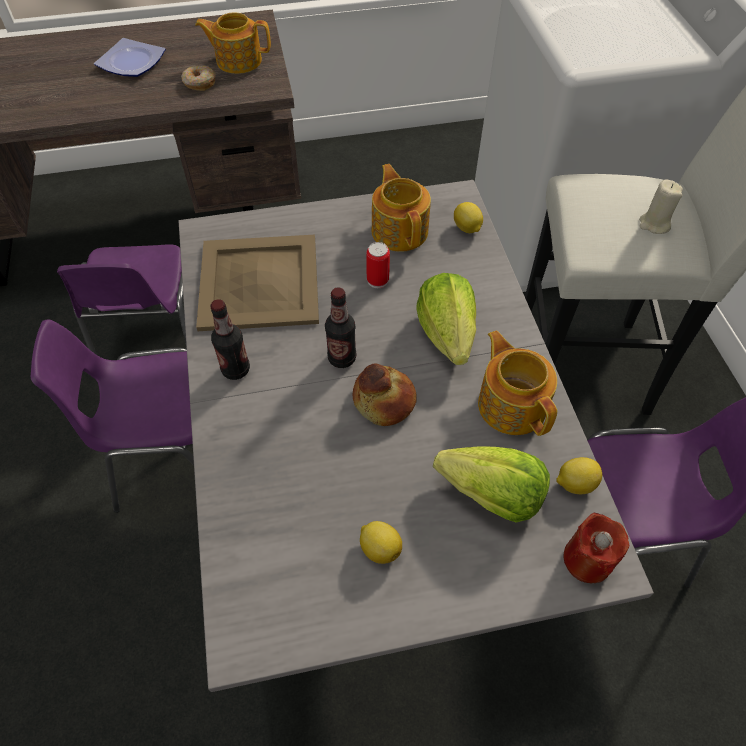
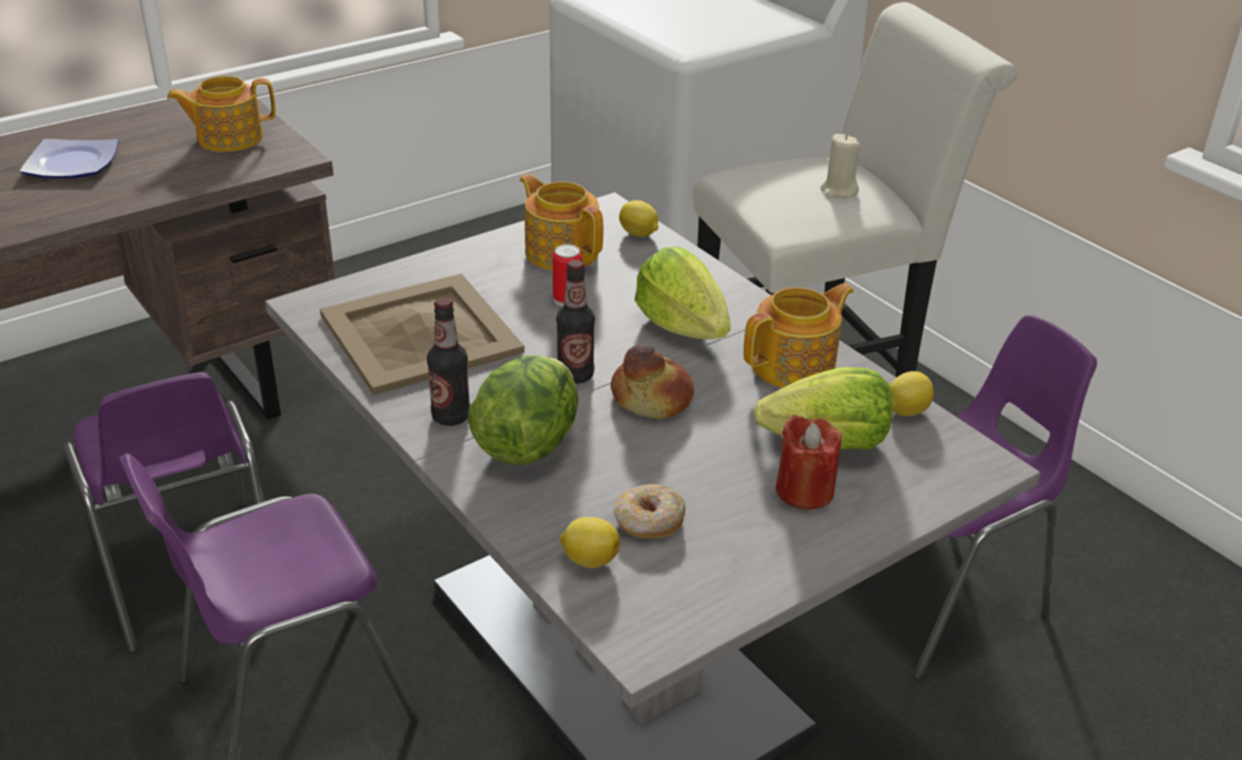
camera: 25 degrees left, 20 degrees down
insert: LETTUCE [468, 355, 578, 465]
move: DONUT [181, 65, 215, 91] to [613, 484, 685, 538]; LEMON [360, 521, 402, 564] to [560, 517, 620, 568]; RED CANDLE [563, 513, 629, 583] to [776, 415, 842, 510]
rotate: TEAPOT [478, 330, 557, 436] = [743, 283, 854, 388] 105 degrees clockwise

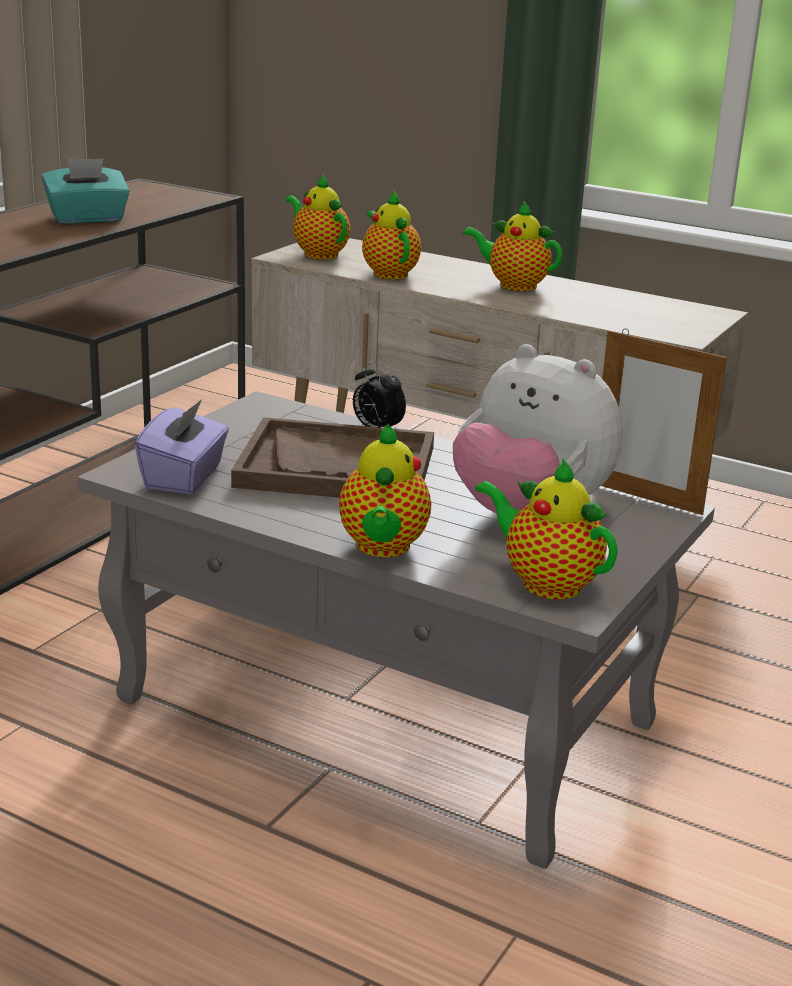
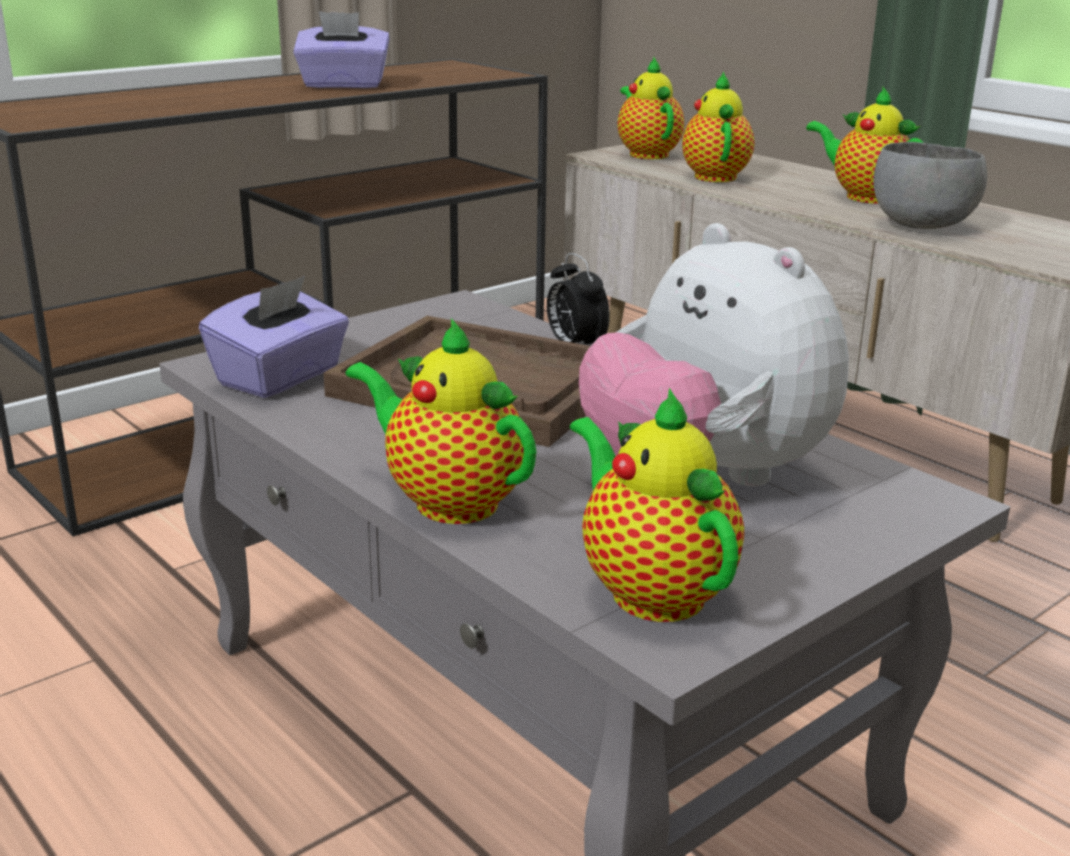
camera: 20 degrees right, 0 degrees up
delete: PICTURE FRAME [601, 329, 727, 515]
insert: GREY BOWL [873, 142, 987, 229]
recolor: TURQUOISE TISSUE BOX [42, 158, 130, 224] to PURPLE TISSUE BOX [293, 11, 390, 88]
rotate: TEAPOT [339, 424, 431, 557] = [346, 318, 536, 524] 105 degrees clockwise

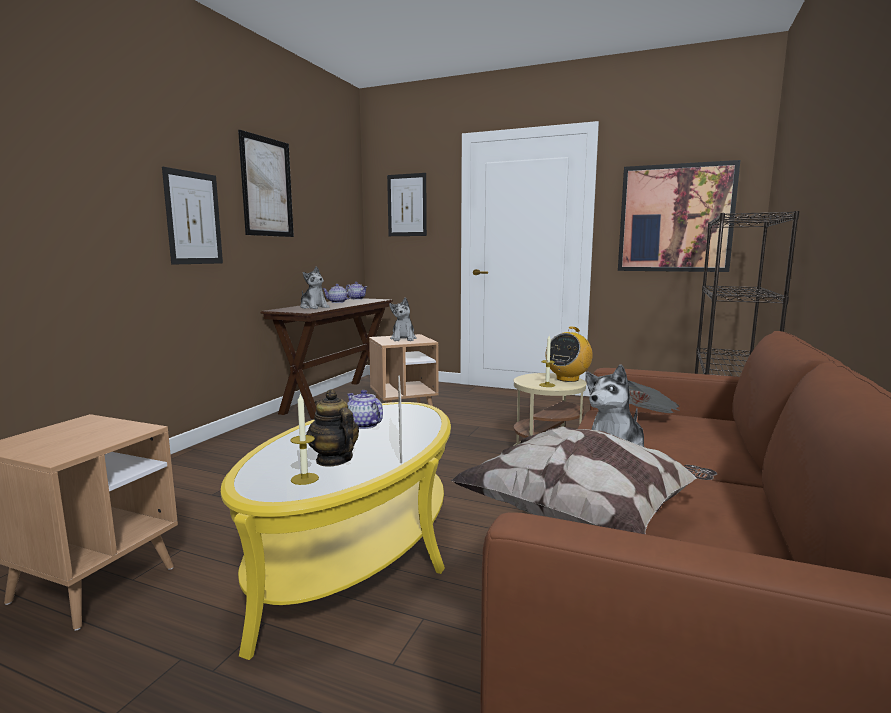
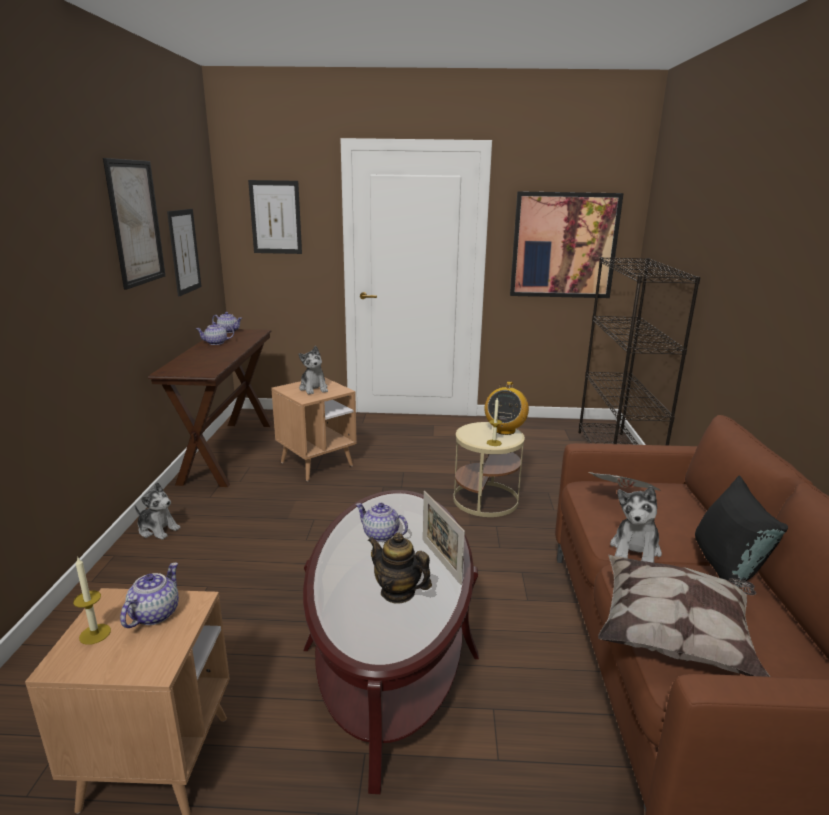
camera: 20 degrees left, 10 degrees up
insert: TEAPOT [120, 562, 179, 628]; BLACK PILLOW [695, 475, 788, 587]
move: PICTURE [162, 167, 223, 265] to [167, 209, 202, 297]; CANDLE [290, 394, 319, 485] to [73, 556, 111, 645]; PLUSH TOY [300, 266, 330, 309] to [135, 482, 181, 540]
recolor: YELLOW COFFEE TABLE [221, 402, 451, 660] to BROWN COFFEE TABLE [303, 490, 479, 794]

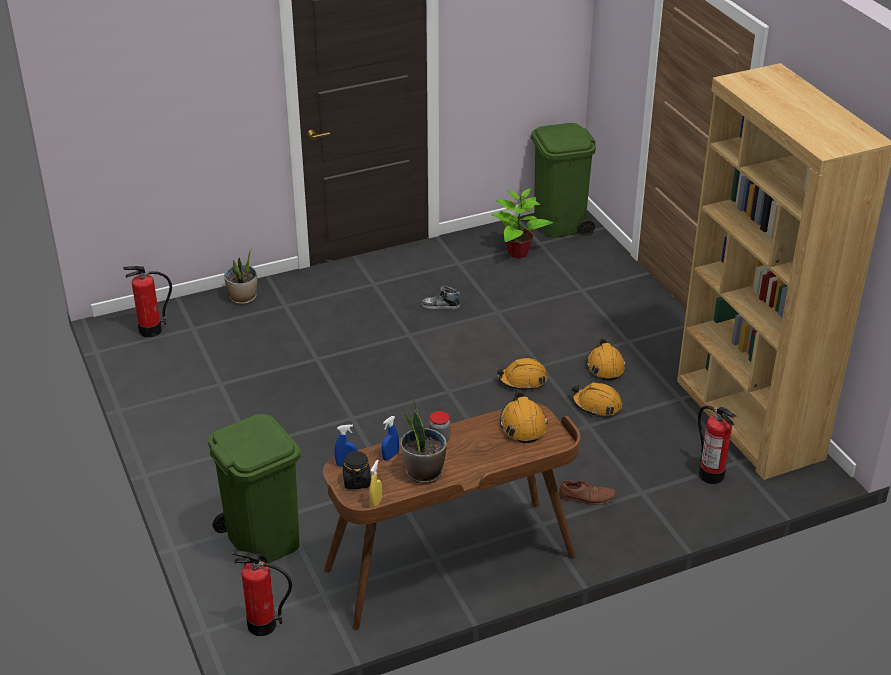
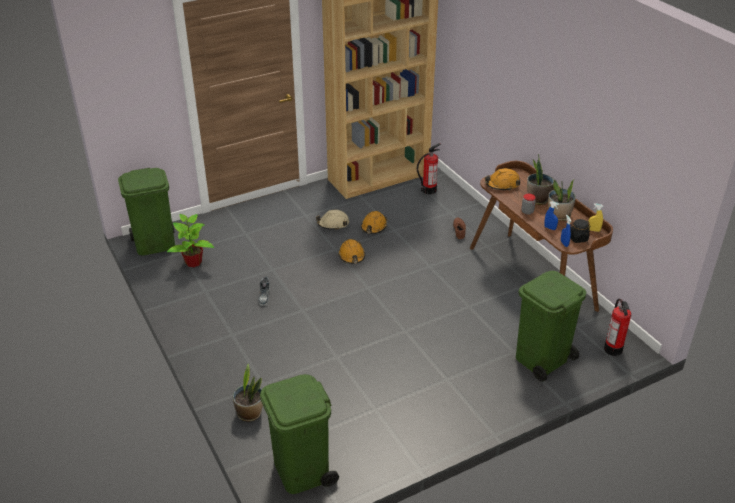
camera: 95 degrees left, 0 degrees up
insert: POTTED PLANT [527, 154, 554, 205]
replace: FIRE EXTINGUISHER [123, 266, 172, 338] to GREEN TRASH CAN [260, 374, 339, 494]
recolor: ORANGE HARD HAT [586, 338, 626, 380] to BEIGE HARD HAT [316, 210, 349, 230]

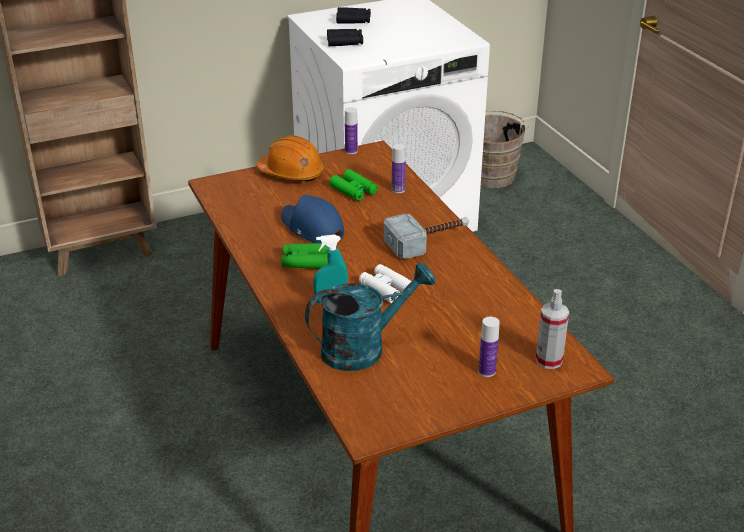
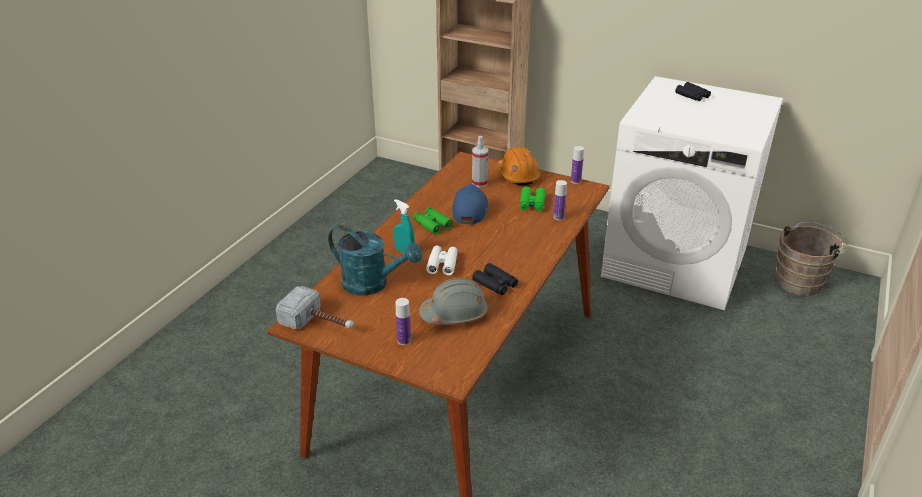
camera: 50 degrees right, 0 degrees up
insert: GREY HARD HAT [419, 278, 489, 325]
move: BLACK BINOCULARS [327, 29, 363, 46] to [472, 263, 518, 295]; HAMMER [384, 214, 469, 259] to [276, 286, 354, 329]; SPRAY BOTTLE [536, 289, 569, 369] to [472, 136, 488, 187]

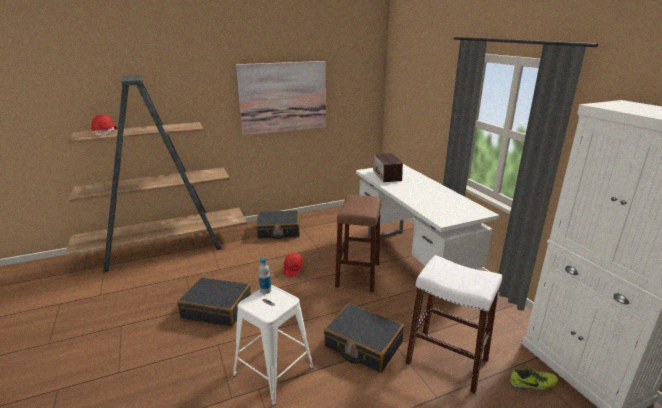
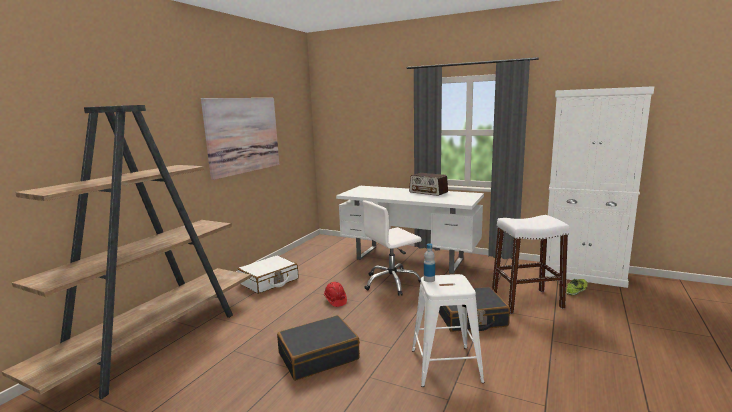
camera: 40 degrees left, 10 degrees down
delete: RED HARD HAT [91, 115, 118, 137]
move: RADIO [373, 153, 403, 182] to [409, 173, 448, 196]
replace: BROWN STOOL [335, 195, 381, 292] to WHITE OFFICE CHAIR [363, 200, 422, 296]
recolor: BLACK SUITCASE [256, 210, 300, 239] to WHITE SUITCASE [237, 255, 299, 294]

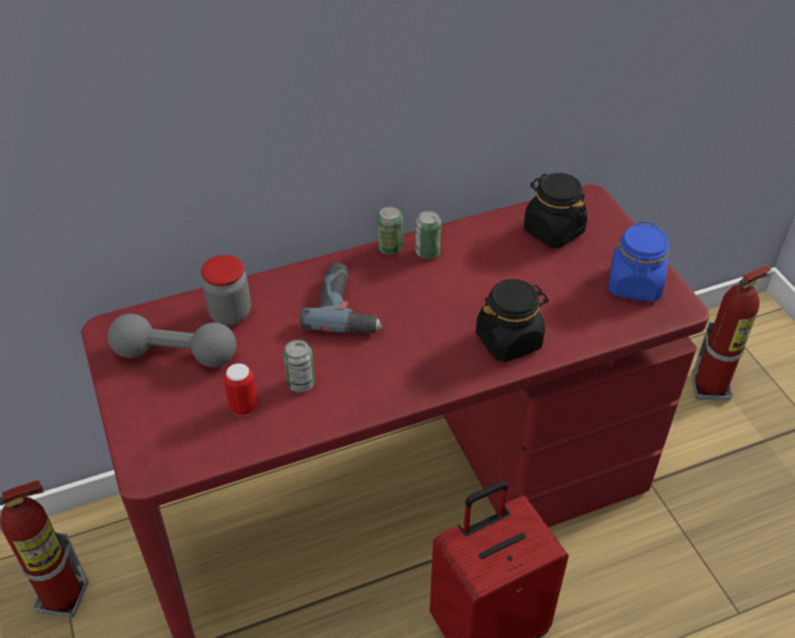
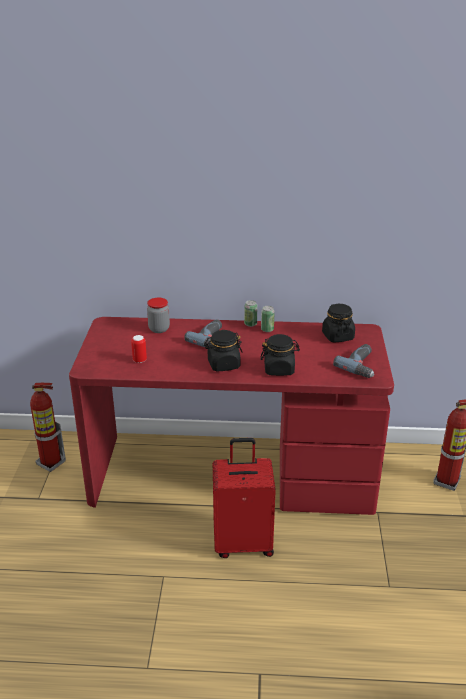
camera: 25 degrees right, 15 degrees down
delete: GREY DUMBBELL [108, 314, 237, 367]; CAN [283, 339, 315, 392]
insert: BLACK JAR [204, 330, 243, 371]
replace: BLUE JAR [608, 221, 670, 302] to POWER DRILL [333, 344, 374, 378]

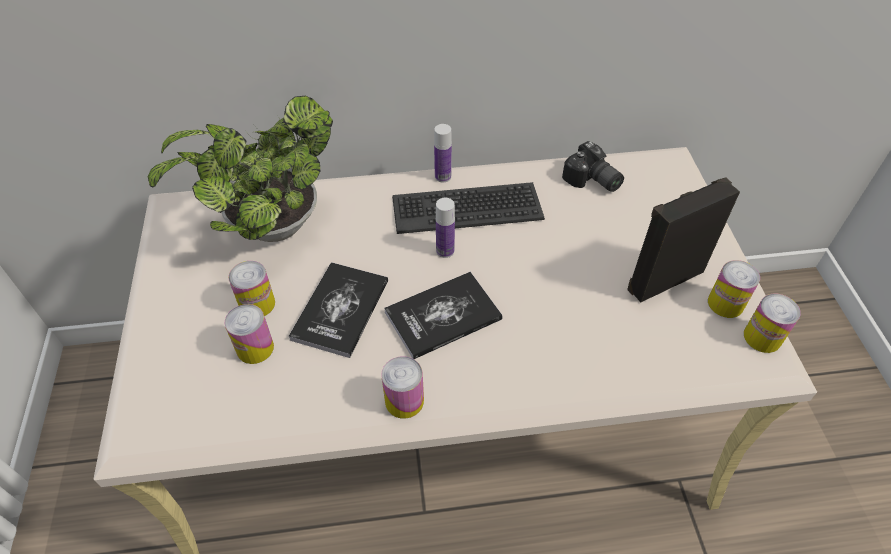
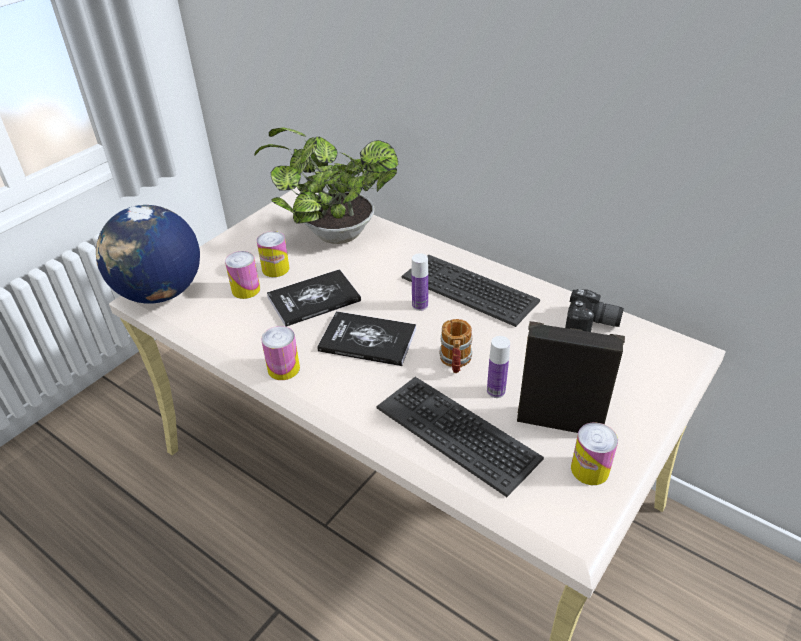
camera: 45 degrees right, 10 degrees down
delete: CAN [744, 294, 801, 353]
insert: GLOBE [96, 205, 200, 304]; KEYBOARD [376, 377, 544, 497]; MUG [440, 319, 472, 373]
move: BOTTLE [434, 124, 452, 183] to [487, 336, 510, 398]
rotate: PHOTO CAMERA [562, 141, 624, 192] = [565, 289, 624, 332] 75 degrees counterclockwise

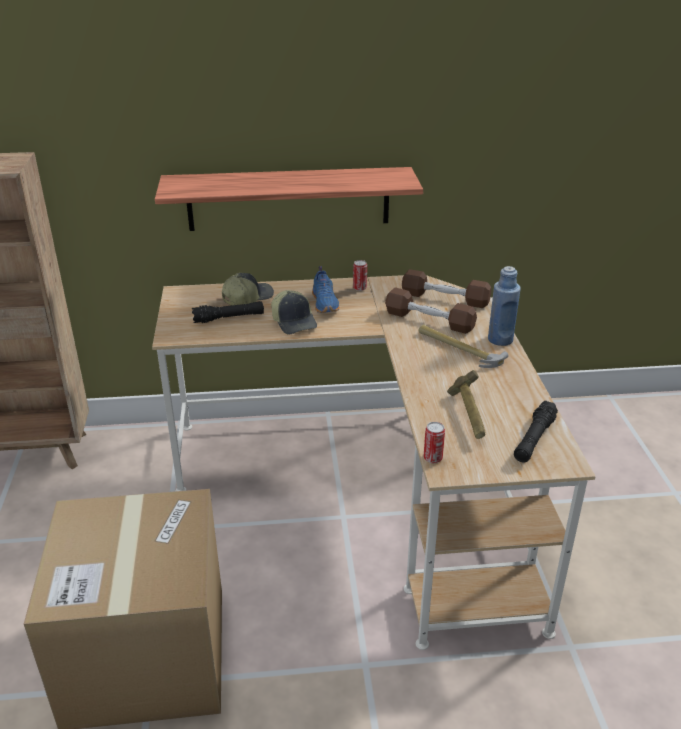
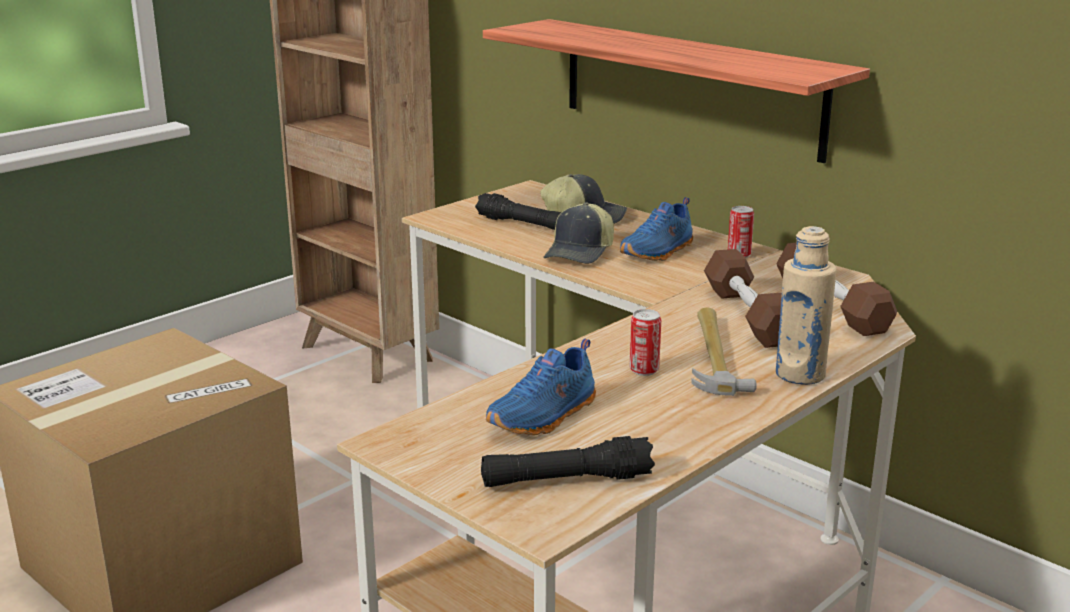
camera: 50 degrees right, 10 degrees down
move: CAN [424, 422, 445, 463] to [630, 309, 661, 376]
replace: HAMMER [447, 370, 486, 439] to BLUE SHOE [486, 339, 596, 436]
recolor: BLUE BOTTLE [488, 266, 521, 346] to BEIGE BOTTLE [776, 226, 837, 385]

